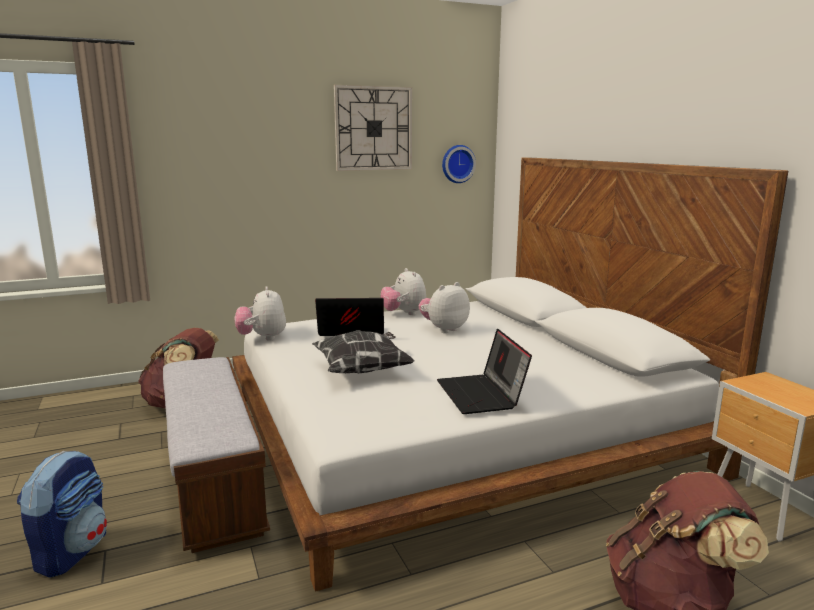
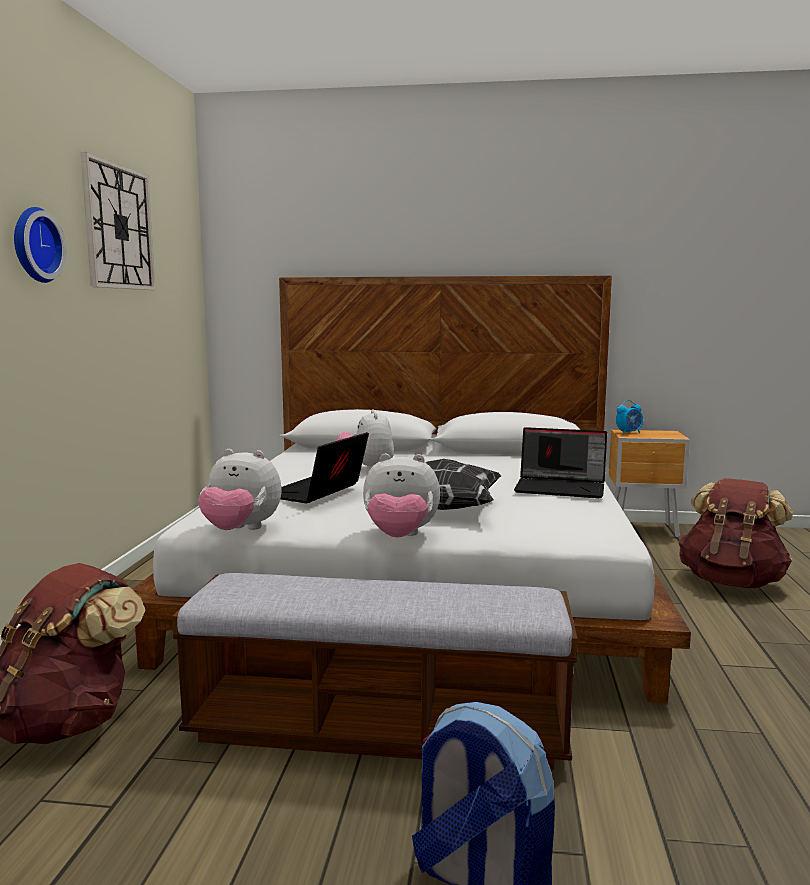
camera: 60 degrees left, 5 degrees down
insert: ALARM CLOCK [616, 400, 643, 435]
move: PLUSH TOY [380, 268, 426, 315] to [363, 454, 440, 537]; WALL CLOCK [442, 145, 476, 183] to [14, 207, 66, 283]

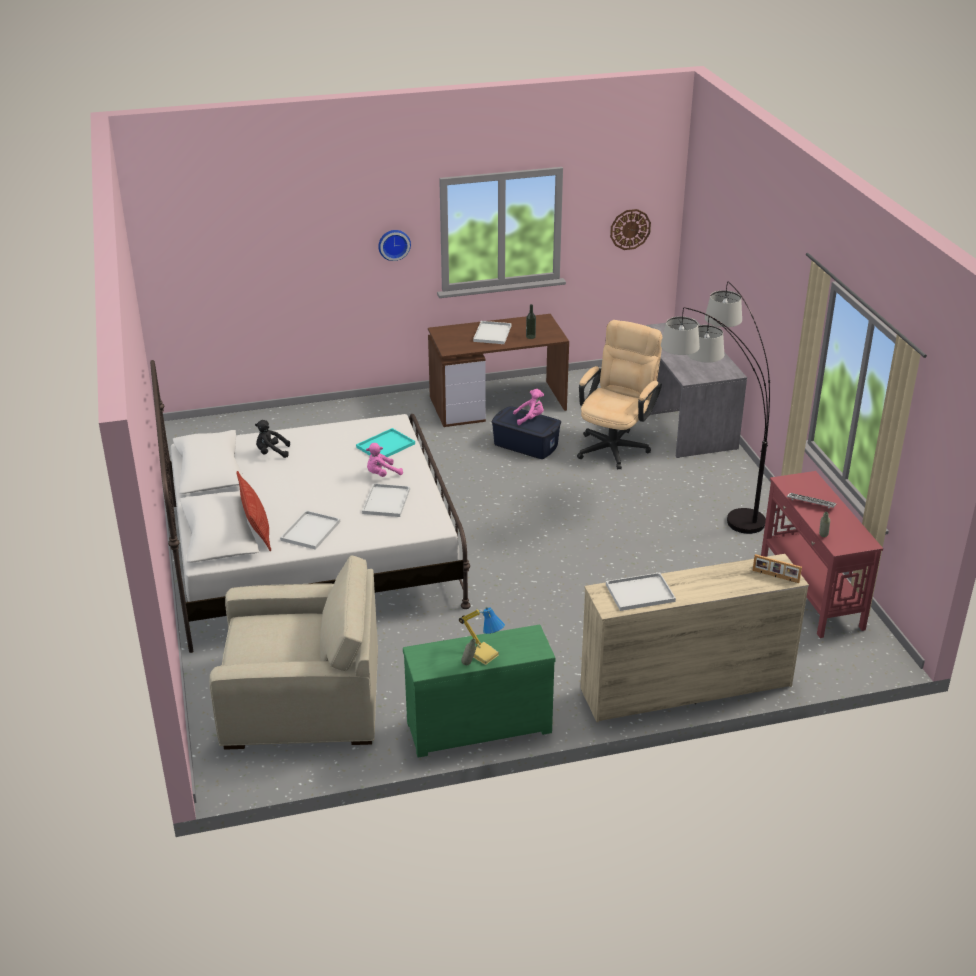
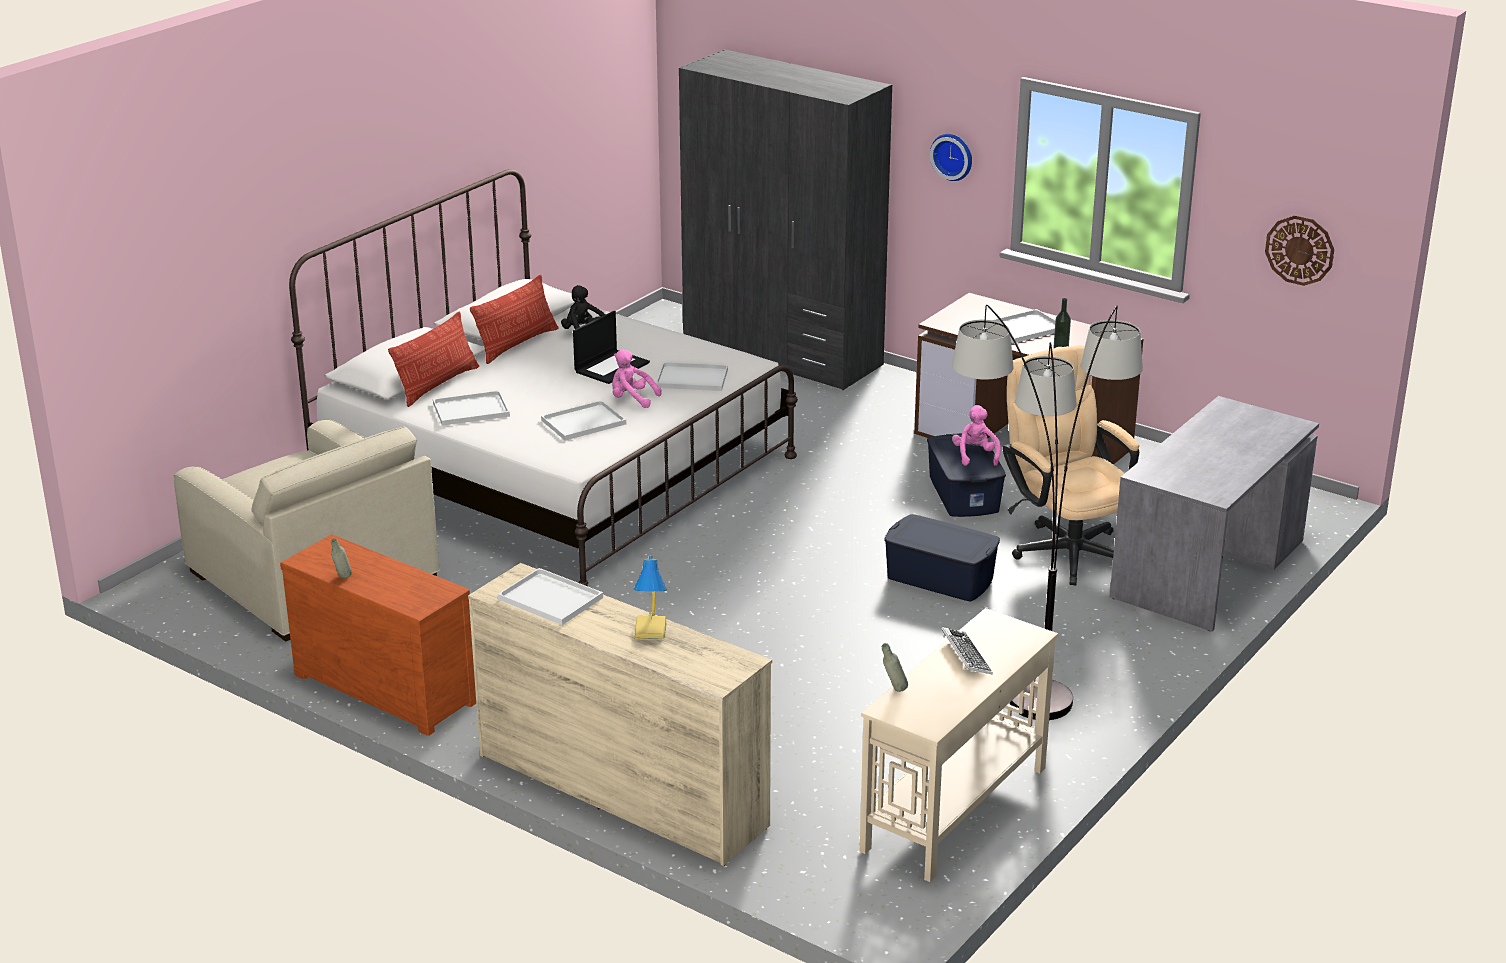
camera: 50 degrees right, 5 degrees down
delete: PICTURE FRAME [753, 554, 802, 583]
insert: PILLOW [470, 275, 559, 364]; LAPTOP [573, 311, 650, 384]; GREY WARDROBE [679, 49, 892, 390]; BLUE STORAGE BOX [884, 514, 1000, 601]
move: TABLE LAMP [459, 607, 505, 665] to [633, 555, 667, 640]
recolor: TURQUOISE TRAY [356, 428, 415, 457] to WHITE TRAY [656, 362, 728, 391]; GREEN DRESSER [403, 625, 556, 758] to BROWN DRESSER [280, 534, 476, 736]; RED CONSOLE TABLE [761, 471, 883, 638] to BEIGE CONSOLE TABLE [860, 608, 1058, 882]
rotate: PINK PLUSH TOY [513, 389, 544, 425] = [952, 405, 1001, 466] 135 degrees counterclockwise; BEIGE OFFICE CHAIR [577, 320, 662, 470] = [1002, 345, 1139, 586] 105 degrees counterclockwise

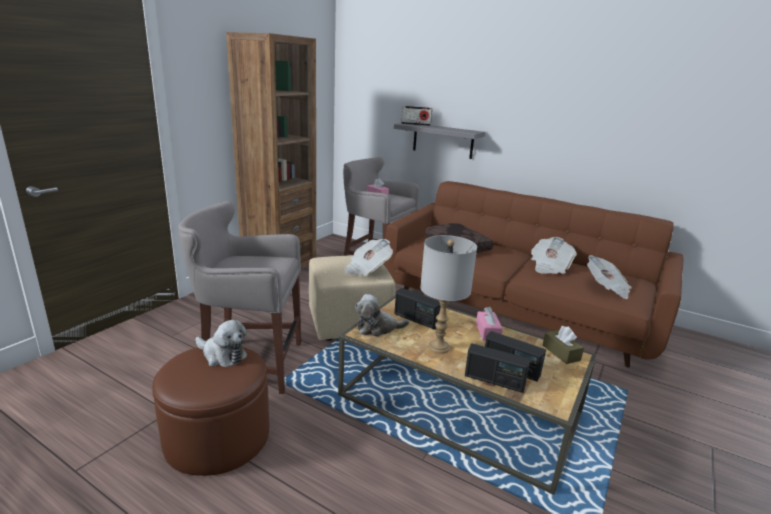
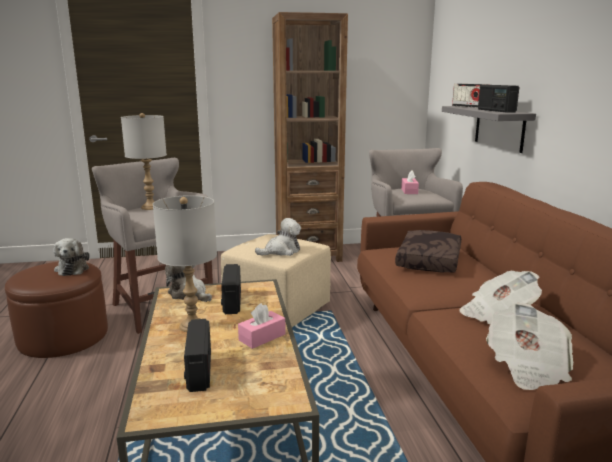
camera: 50 degrees right, 5 degrees down
delete: BROWN TISSUE BOX [543, 326, 584, 364]
insert: GREY TABLE LAMP [121, 113, 167, 210]
move: RADIO [465, 343, 531, 393] to [478, 85, 519, 113]
replace: NEWSPAPER [344, 239, 393, 276] to PLUSH TOY [255, 218, 301, 256]

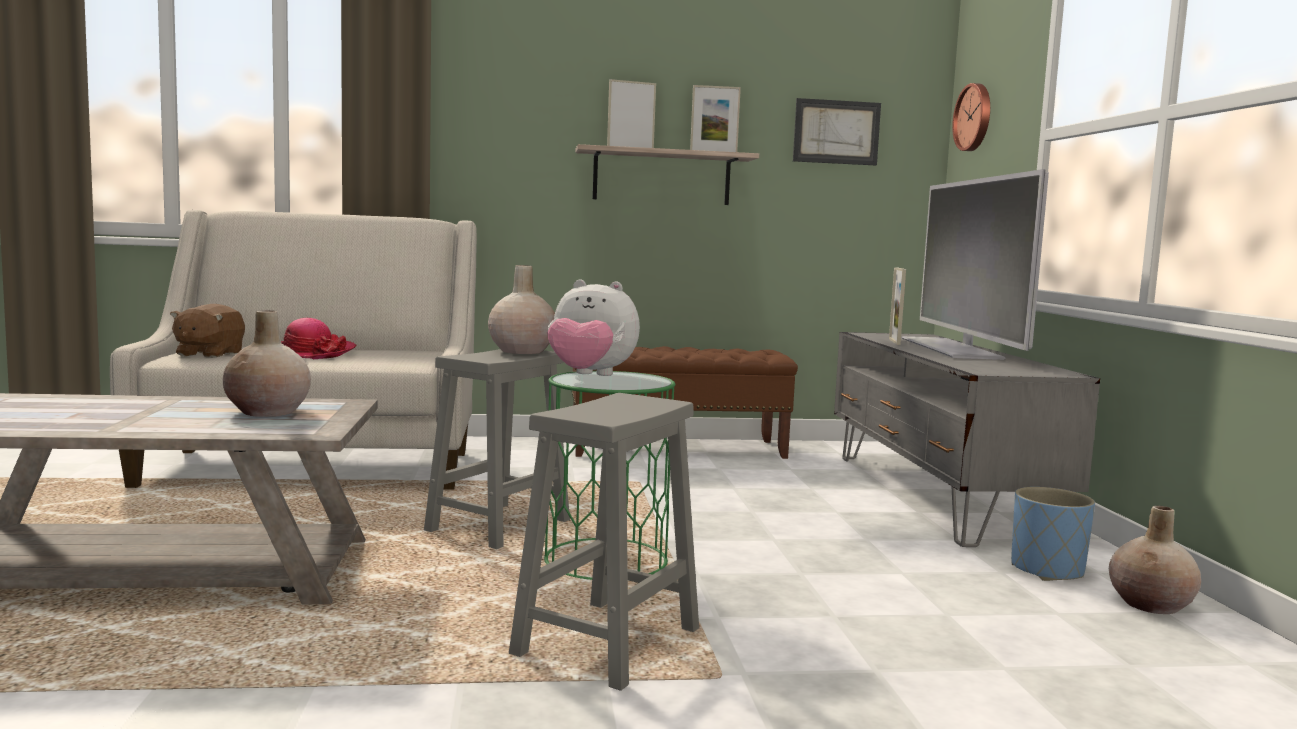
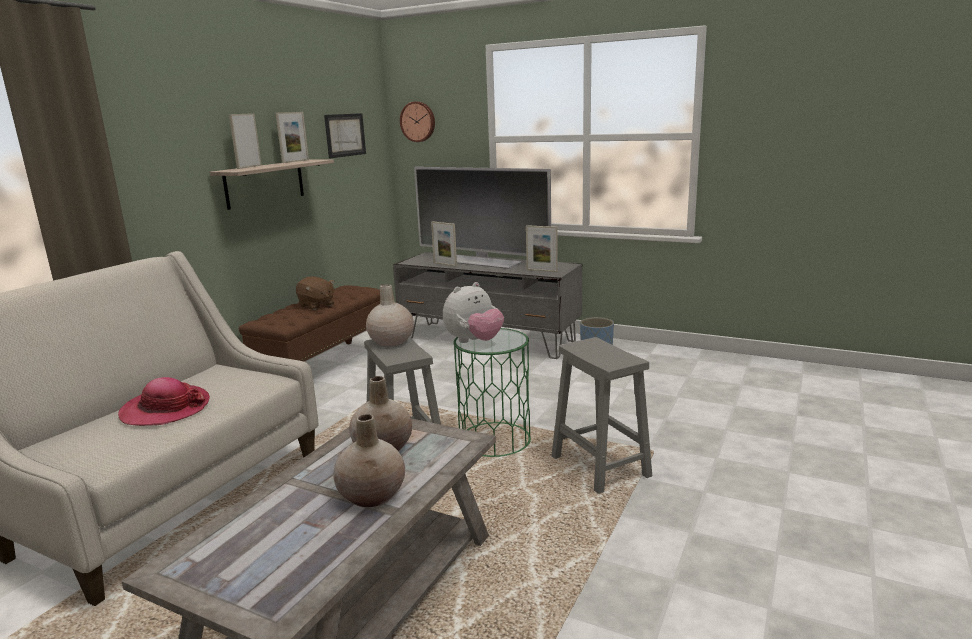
camera: 55 degrees left, 10 degrees up
insert: PICTURE FRAME [526, 225, 558, 272]
move: BROWN PLUSH TOY [170, 304, 245, 358] to [296, 277, 335, 310]; BEIGE VASE [1109, 506, 1201, 614] to [333, 414, 405, 507]

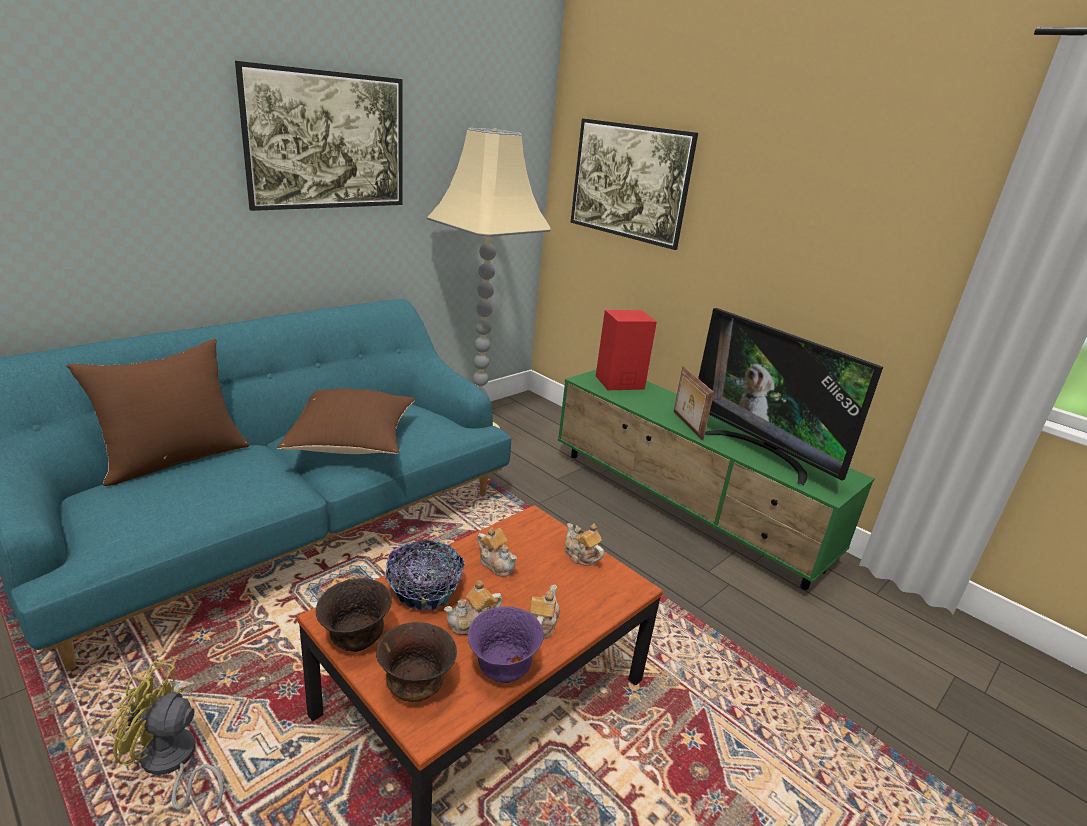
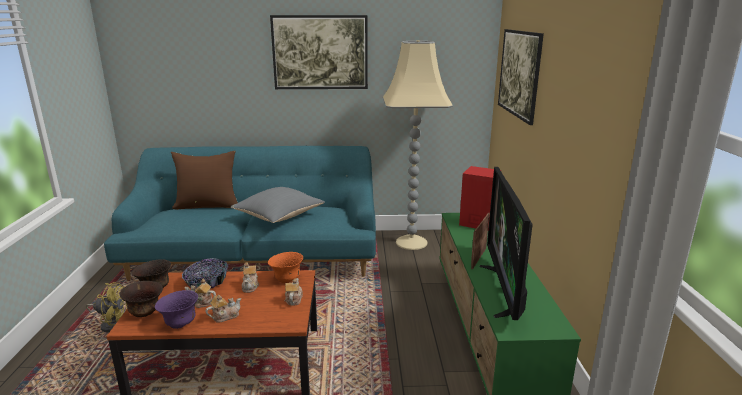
camera: 45 degrees right, 5 degrees down
insert: ORANGE BOWL [268, 252, 303, 283]
recolor: BROWN PILLOW [277, 389, 415, 454] to GREY PILLOW [231, 187, 325, 223]
rotate: YELLOW FAN [109, 661, 224, 810] = [86, 282, 127, 332] 135 degrees clockwise

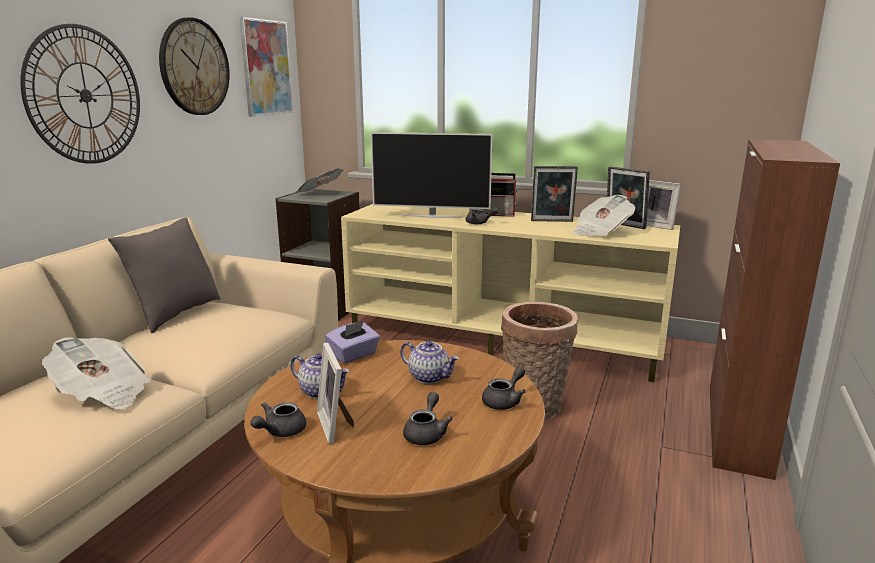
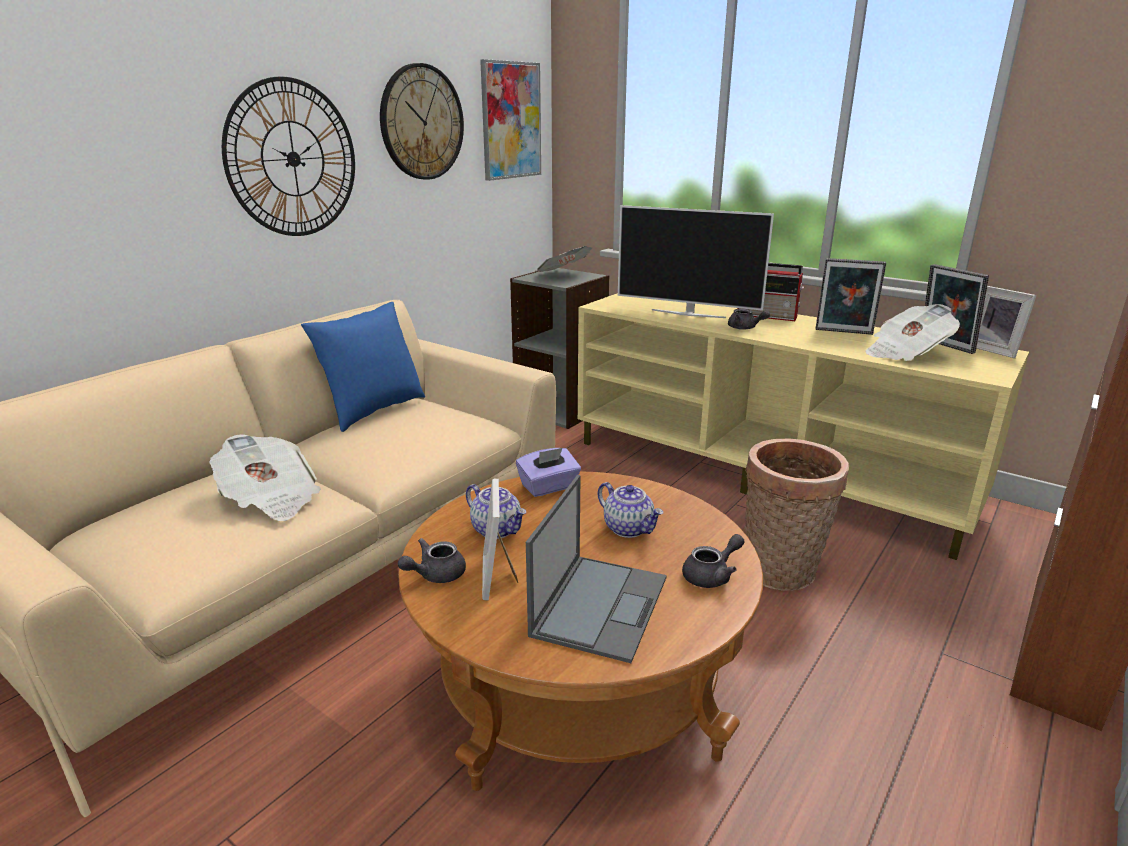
camera: 15 degrees right, 5 degrees up
replace: GREY TEAPOT [403, 392, 453, 445] to LAPTOP [526, 475, 667, 663]
recolor: GREY PILLOW [108, 217, 221, 333] to BLUE PILLOW [301, 302, 425, 432]

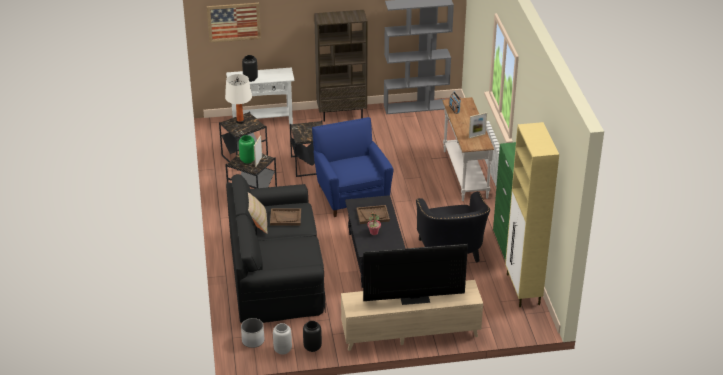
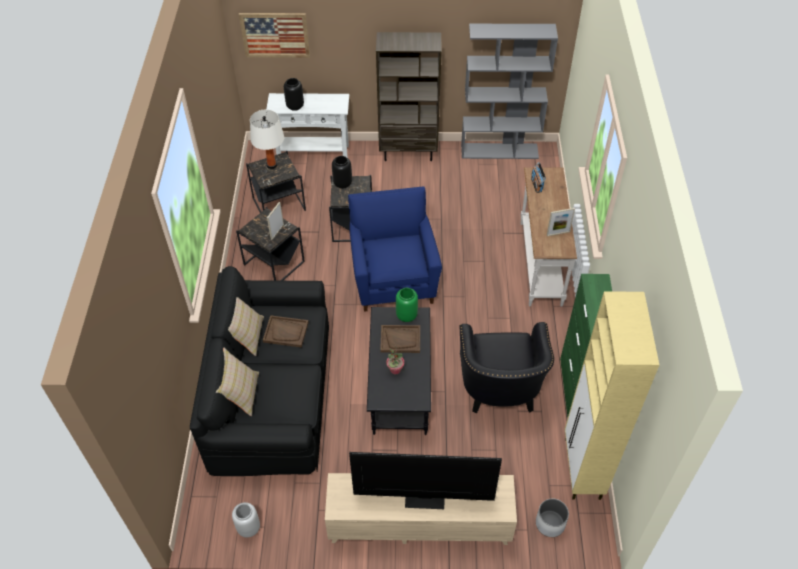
camera: 10 degrees right, 15 degrees up
insert: BEIGE PILLOW [216, 347, 259, 416]
move: GREEN VASE [239, 135, 255, 164] to [396, 288, 418, 322]; WHITE PLANTER [241, 318, 265, 348] to [536, 498, 569, 537]; BLACK VASE [303, 321, 322, 352] to [332, 156, 352, 189]

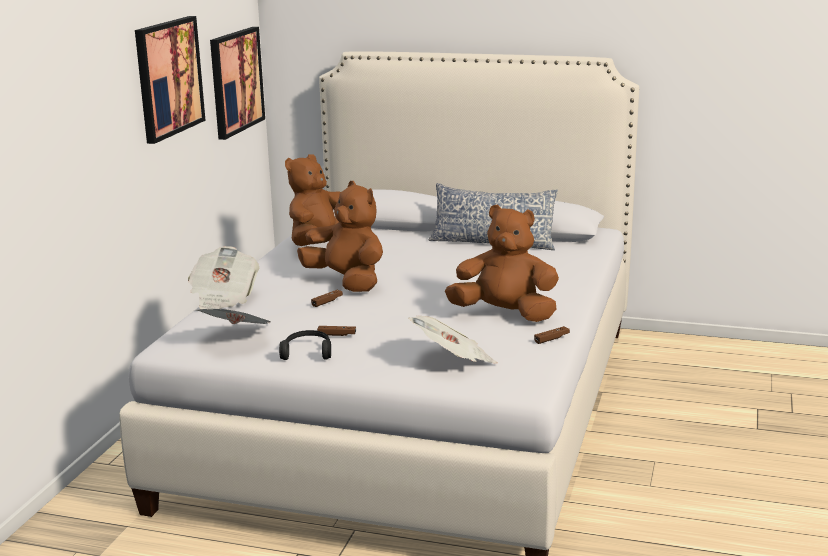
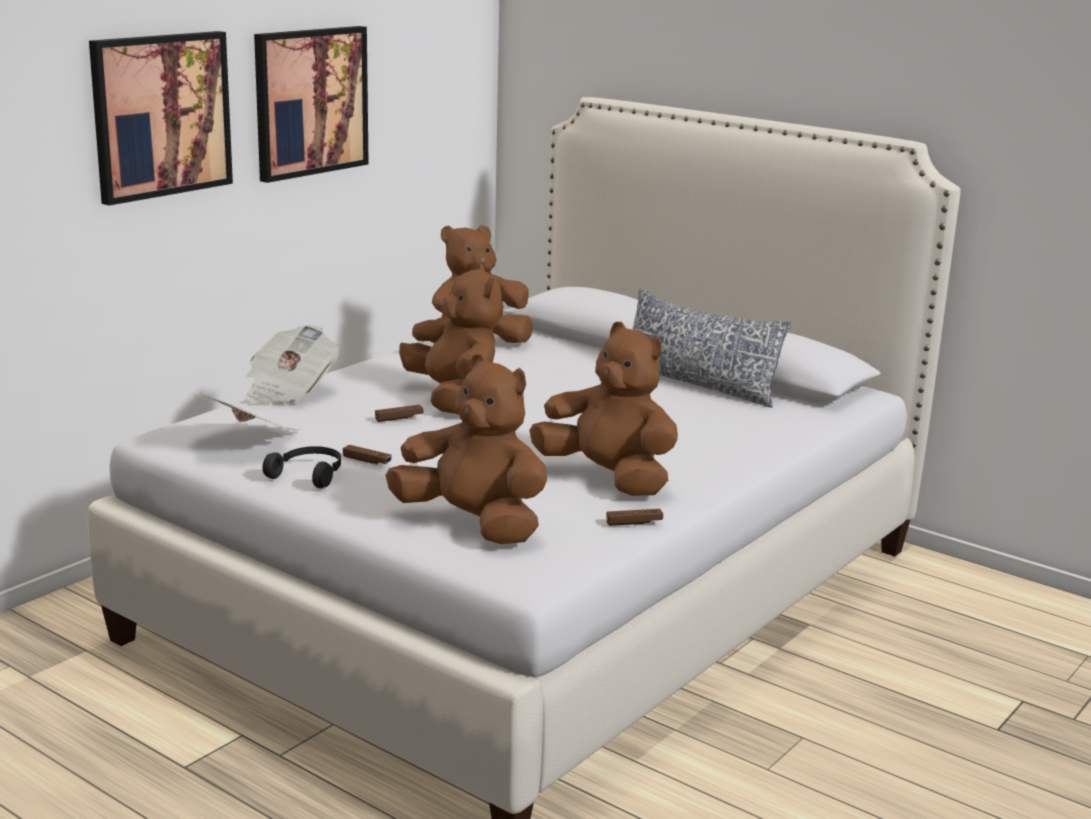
camera: 20 degrees right, 0 degrees up
move: PICTURE [210, 27, 265, 140] to [89, 31, 233, 205]
replace: NEWSPAPER [408, 316, 498, 363] to BROWN PLUSH TOY [385, 354, 547, 544]

